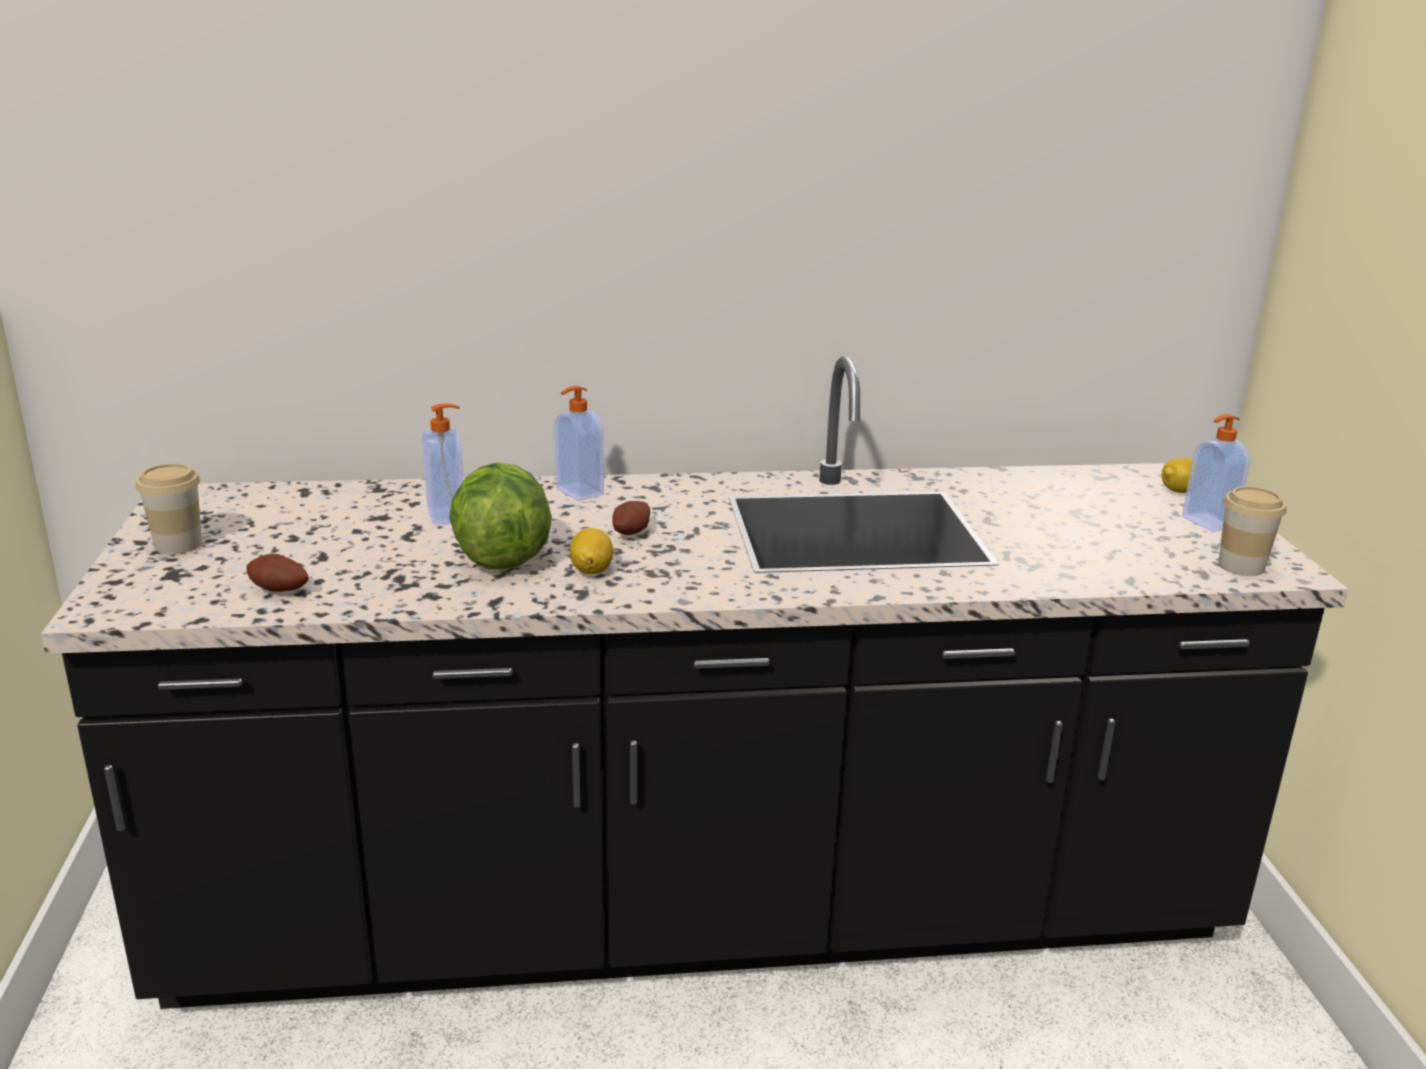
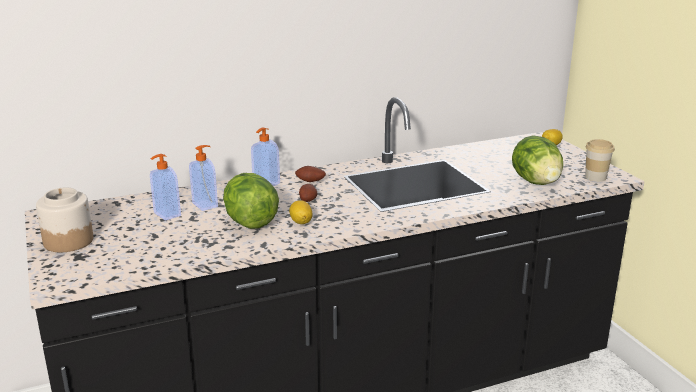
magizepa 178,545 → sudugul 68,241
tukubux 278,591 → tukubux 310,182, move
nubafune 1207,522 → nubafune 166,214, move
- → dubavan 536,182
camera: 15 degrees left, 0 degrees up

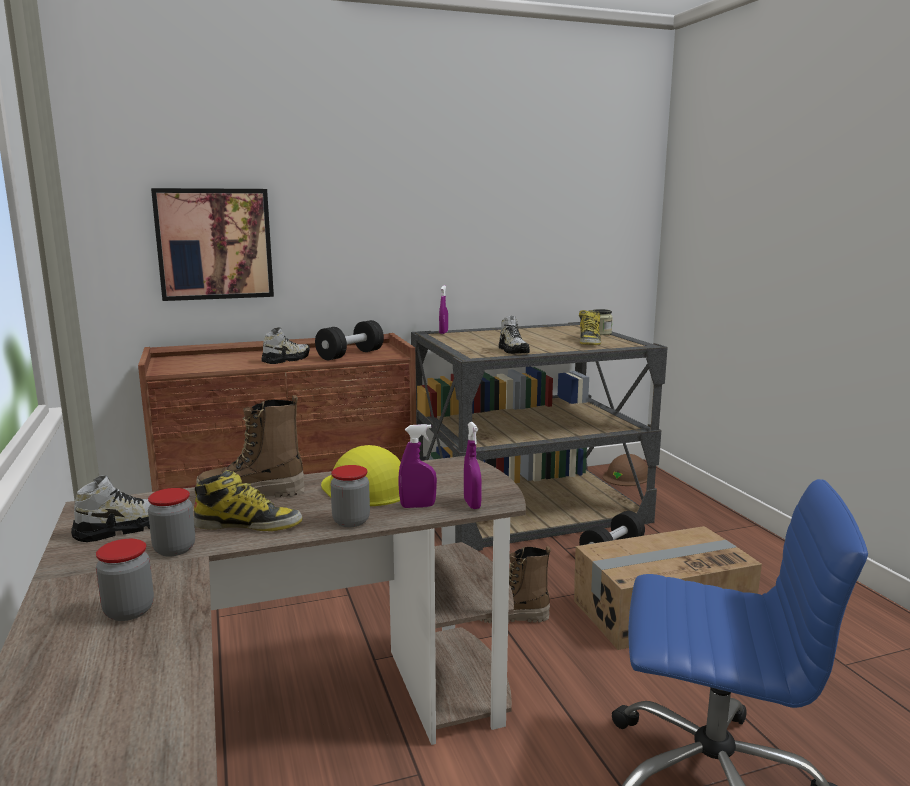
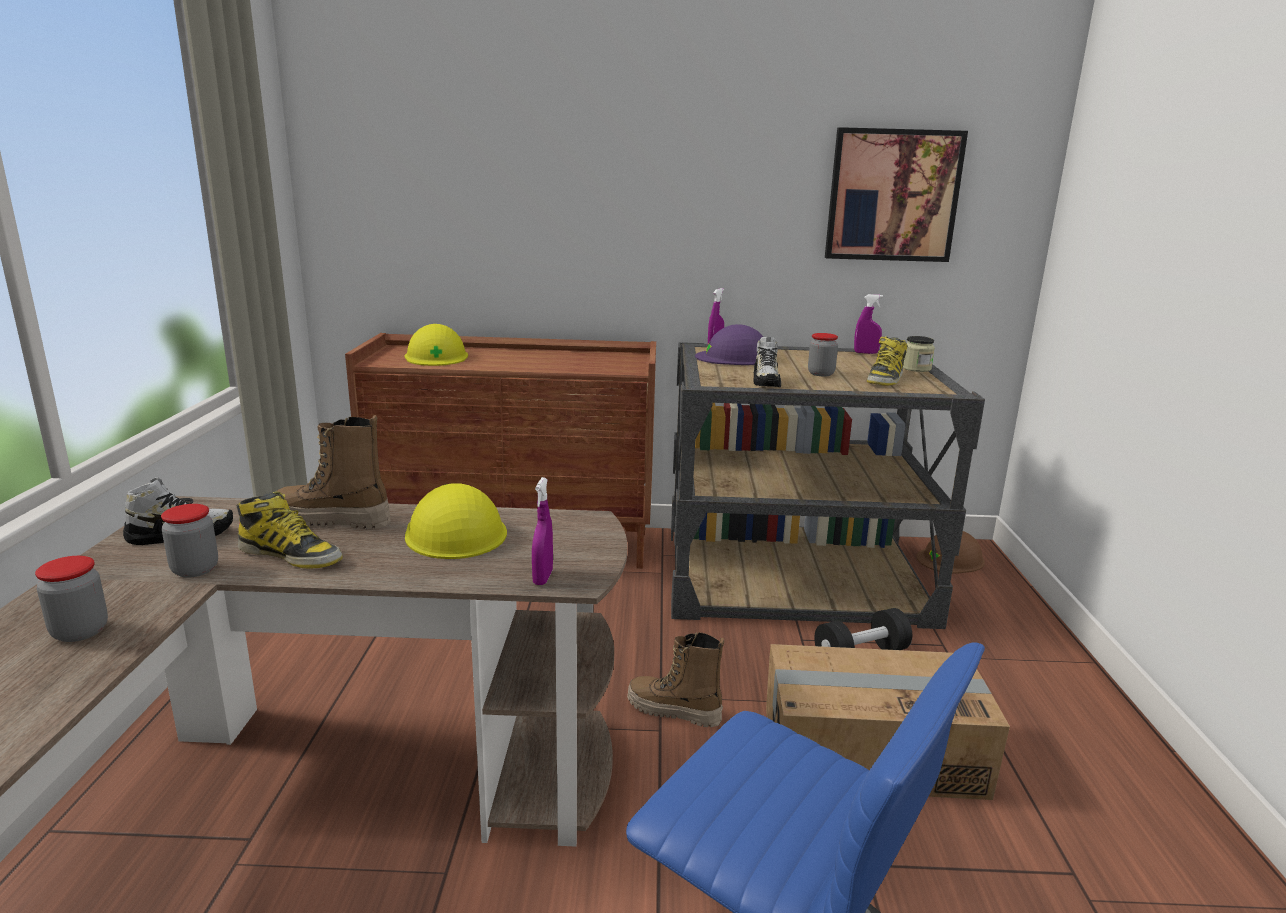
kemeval 214,244 → kemeval 892,196, move
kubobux 286,360 → -
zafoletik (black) 350,355 → -
sudugul 351,521 → sudugul 821,374, move
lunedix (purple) 418,506 → lunedix (purple) 866,353, move
- → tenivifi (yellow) 436,356
- → tenivifi (purple) 734,357
camera: 20 degrees right, 5 degrees up

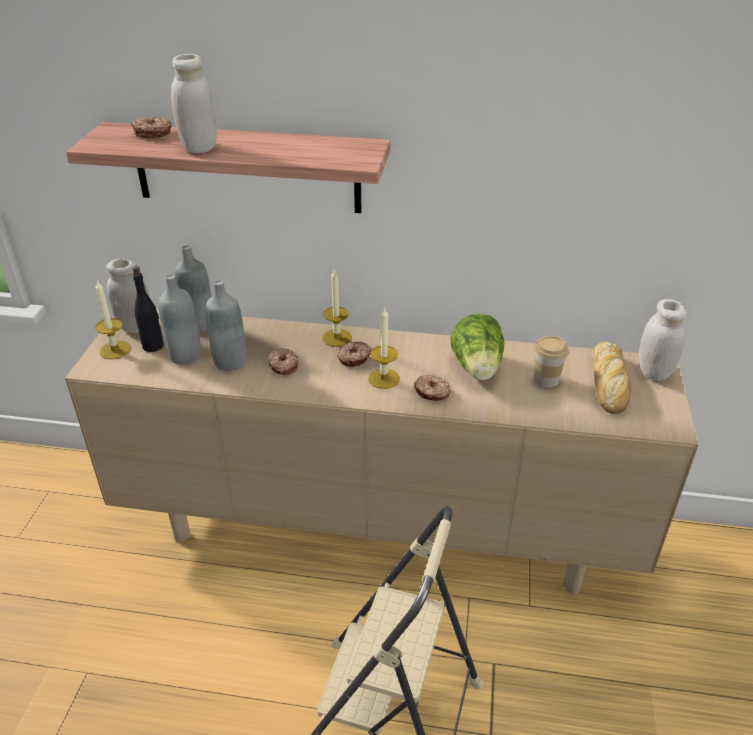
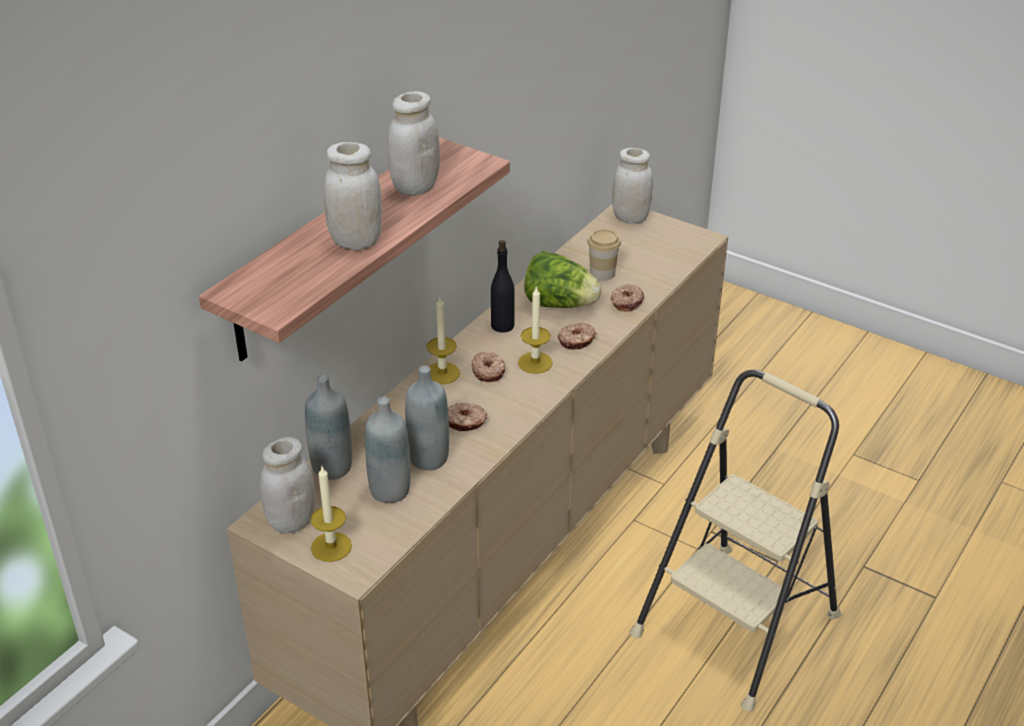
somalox 152,133 → somalox 626,302, move
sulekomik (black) 153,346 → sulekomik (black) 502,325, move
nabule 609,383 → -
- → sudugul (white) 415,187
camera: 65 degrees left, 0 degrees up

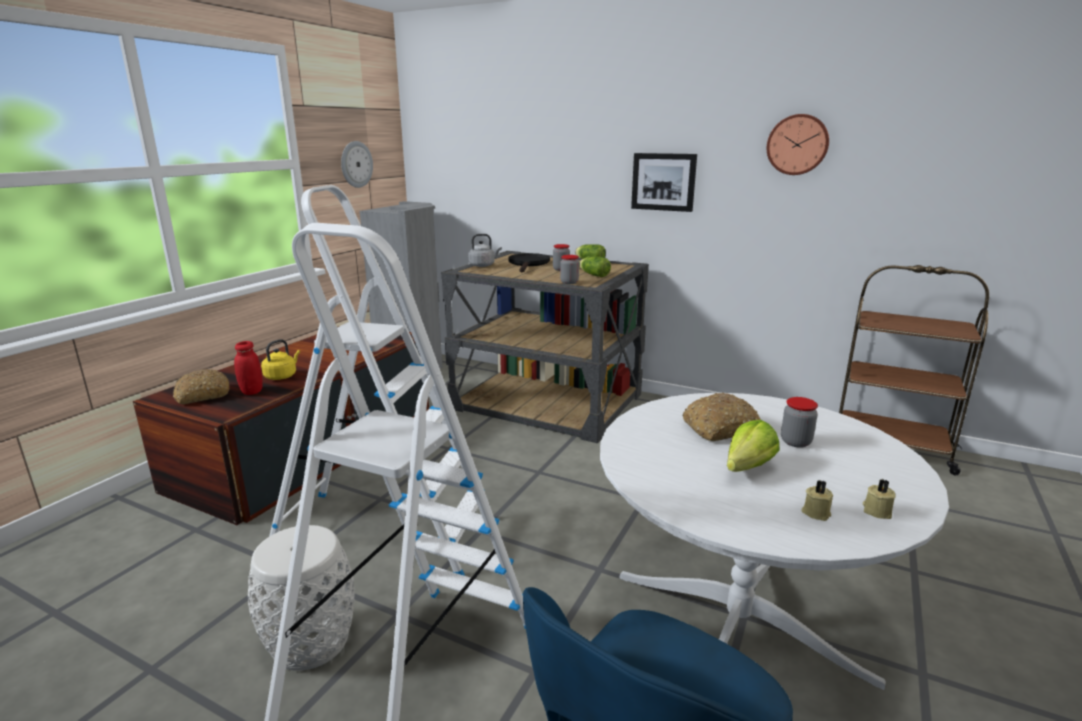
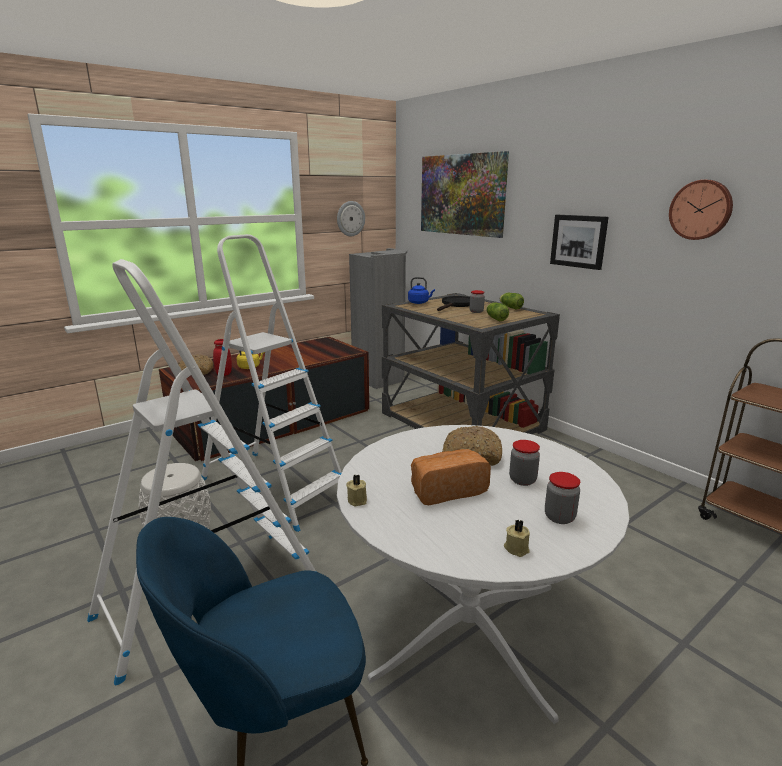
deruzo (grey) 483,265 → deruzo (blue) 419,302
sudugul 569,282 → sudugul 559,517, move
dubavan 743,470 → nabule 446,490
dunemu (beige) 815,512 → dunemu (beige) 358,500, move
- → kemeval 462,195
camera: 25 degrees right, 0 degrees up

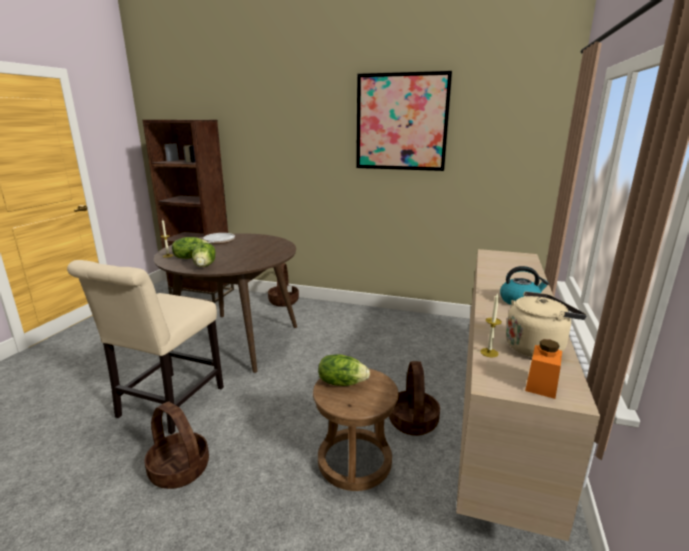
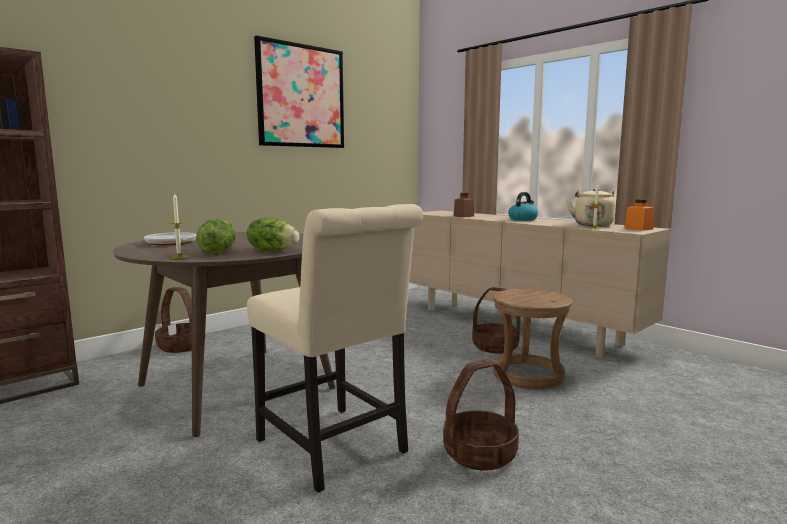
dubavan 342,382 → -
- → sudugul (brown) 463,216
camera: 60 degrees left, 10 degrees down

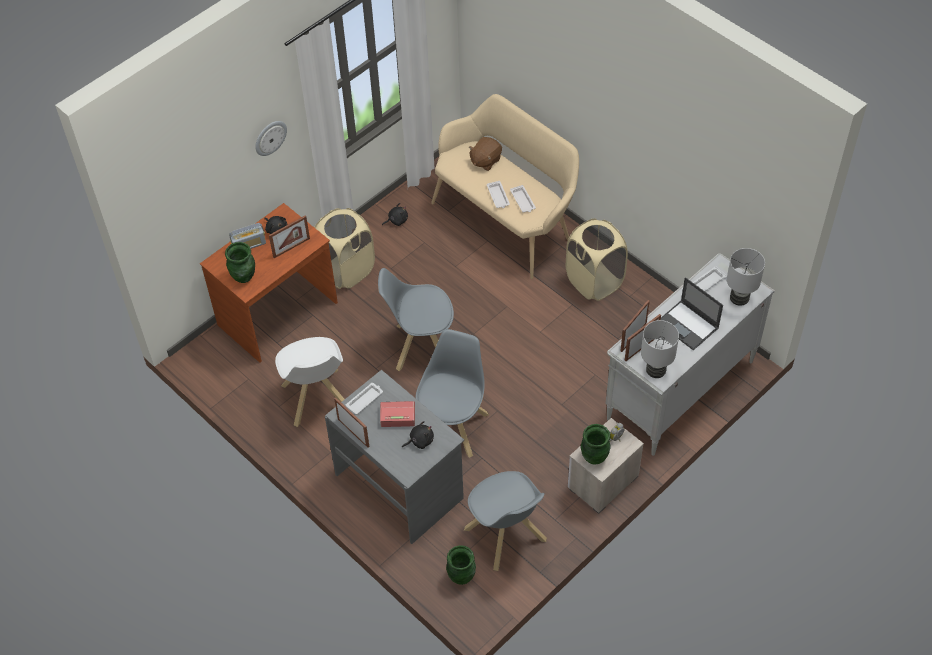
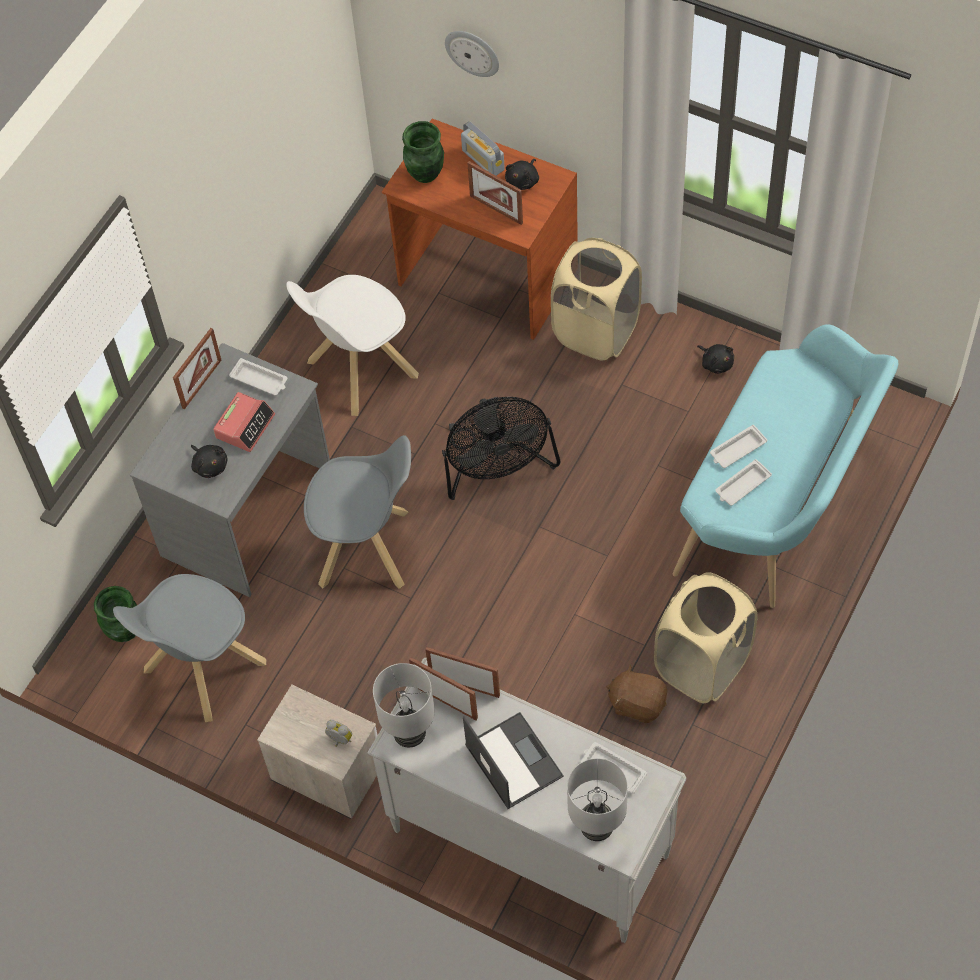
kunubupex 270,137 → kunubupex 473,52, move
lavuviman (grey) 420,346 → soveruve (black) 492,466
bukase 397,415 → bukase 245,426, 45 degrees clockwise
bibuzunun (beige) 506,220 → bibuzunun (turquoise) 779,507
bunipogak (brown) 485,160 → bunipogak (brown) 637,703, move
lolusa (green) 594,456 → -
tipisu 688,325 → tipisu 513,760, 120 degrees clockwise
camera: 75 degrees right, 5 degrees up

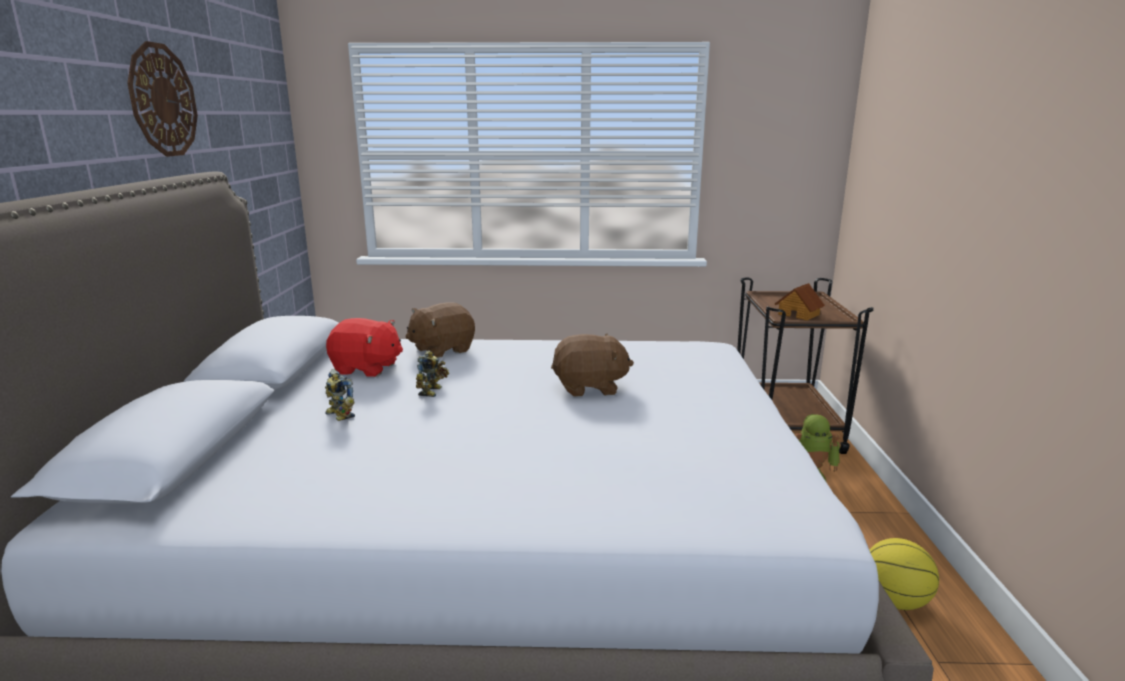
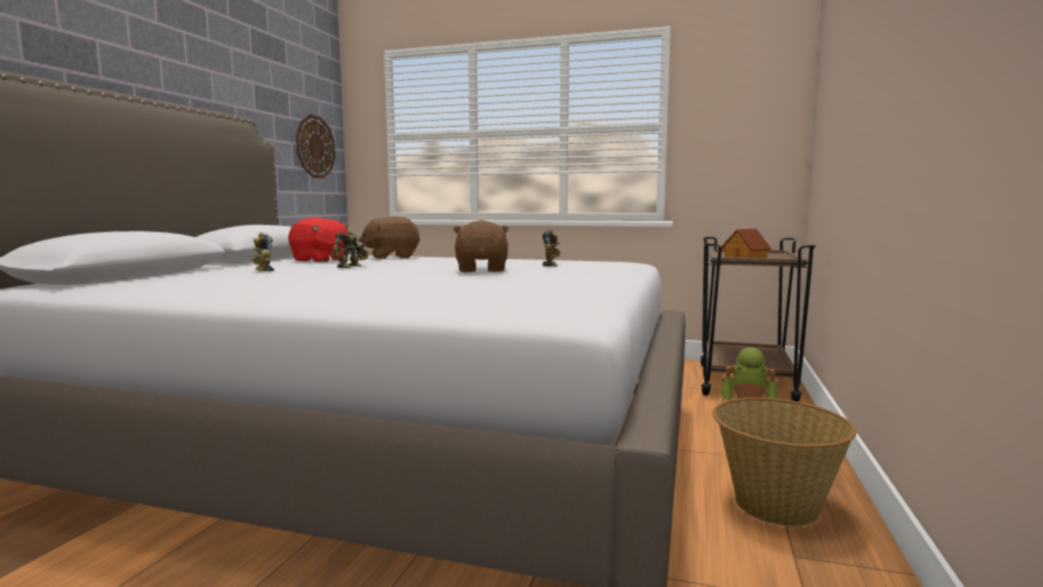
kunubupex 162,100 → kunubupex 315,147, move
bunipogak (brown) 590,387 → bunipogak (brown) 482,270, 105 degrees counterclockwise
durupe 894,601 → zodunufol 775,505
- → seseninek 551,265
camera: 15 degrees right, 10 degrees down

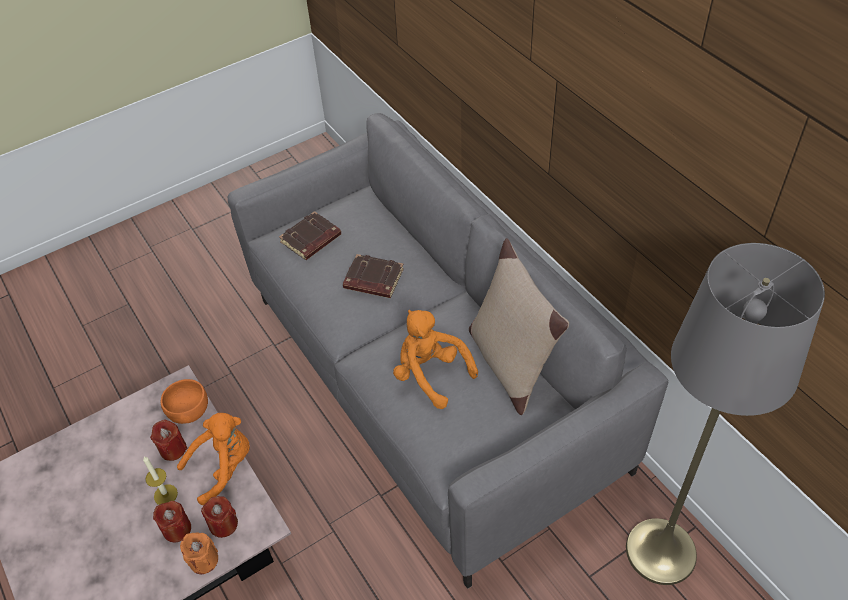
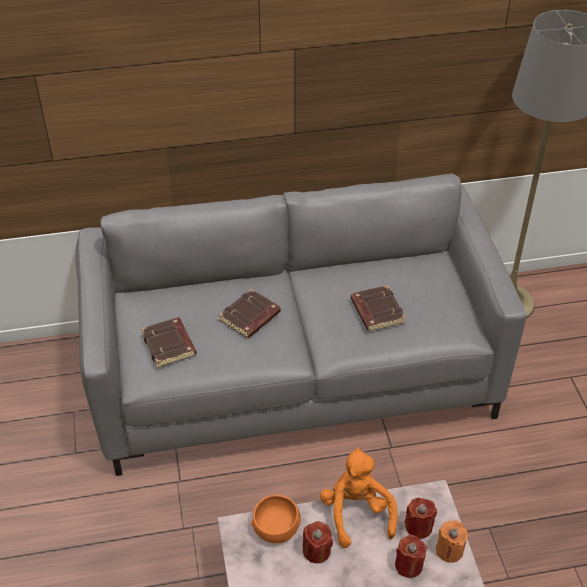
dunemu 165,495 → -
bunipogak (orange) 430,374 → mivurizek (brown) 376,311
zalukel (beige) 510,363 → -
camera: 70 degrees left, 5 degrees down

